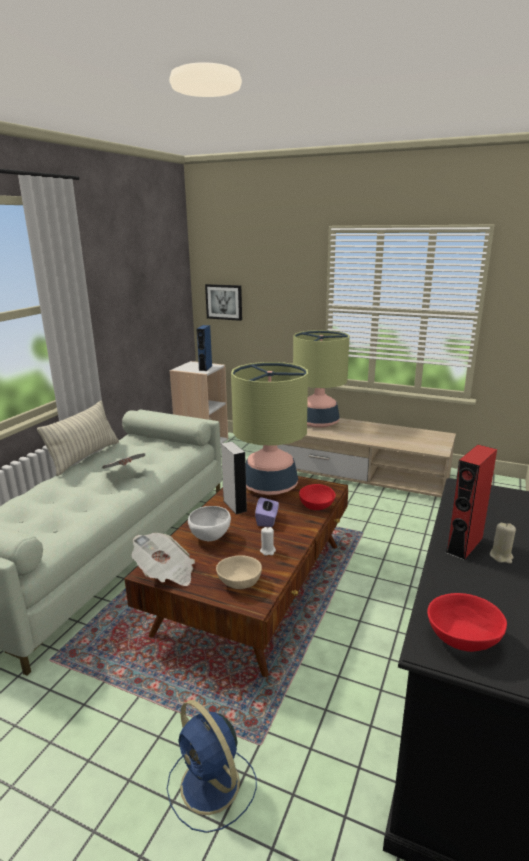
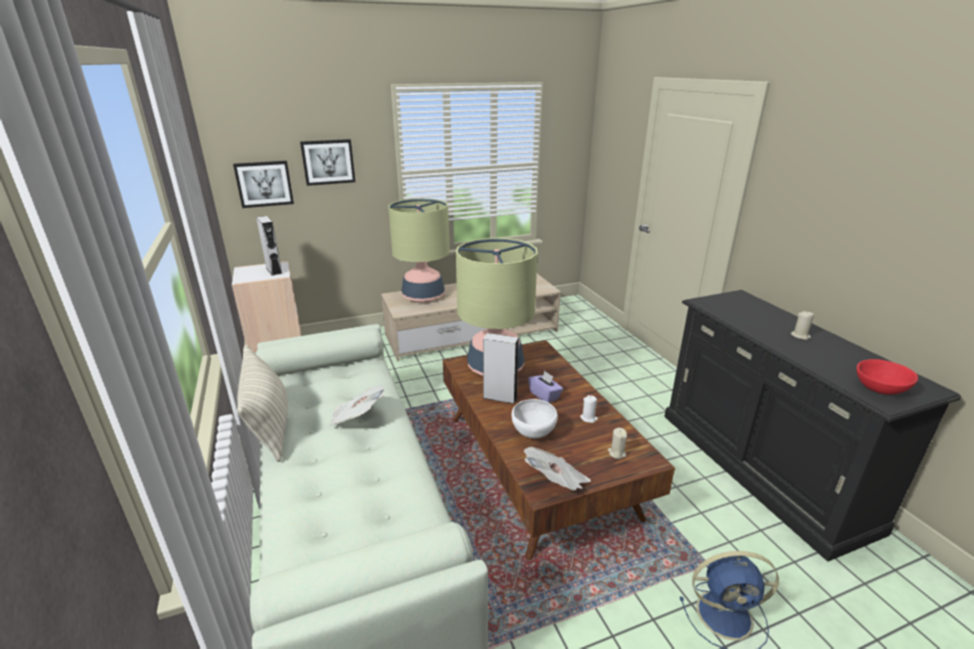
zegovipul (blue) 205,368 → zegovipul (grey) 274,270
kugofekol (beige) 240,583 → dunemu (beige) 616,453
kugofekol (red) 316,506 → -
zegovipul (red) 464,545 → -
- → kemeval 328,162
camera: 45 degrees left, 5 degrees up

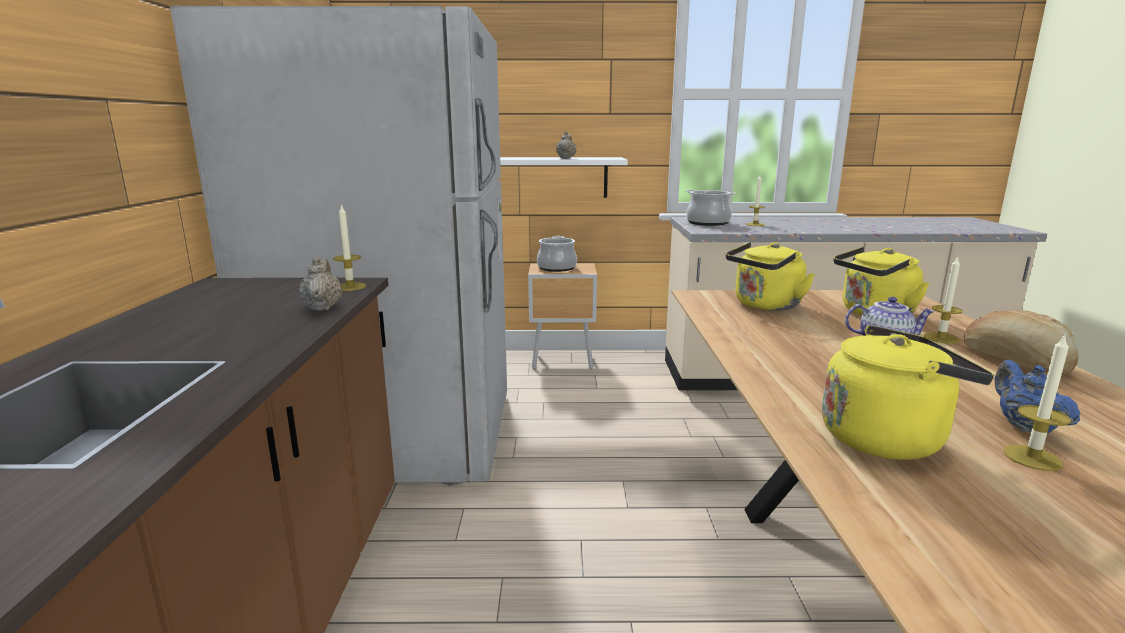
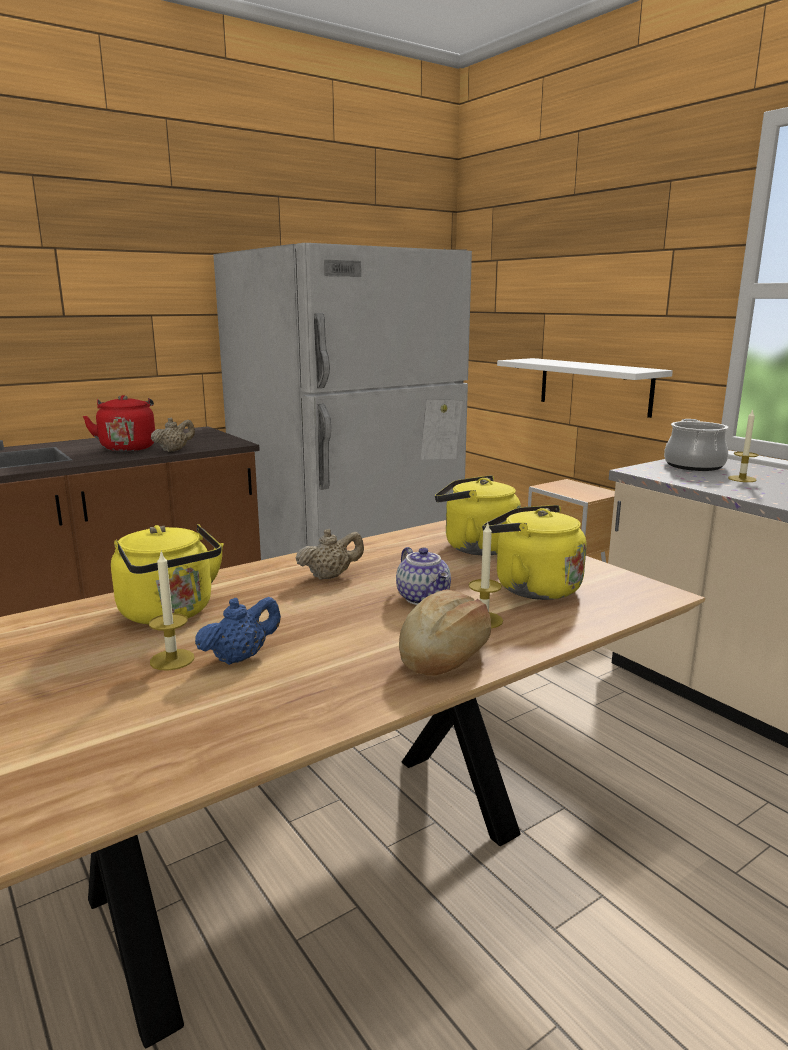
dunemu 350,287 → -
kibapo 557,268 → -
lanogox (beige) 566,158 → lanogox (beige) 330,576, move
- → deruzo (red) 128,447
camera: 55 degrees right, 0 degrees up

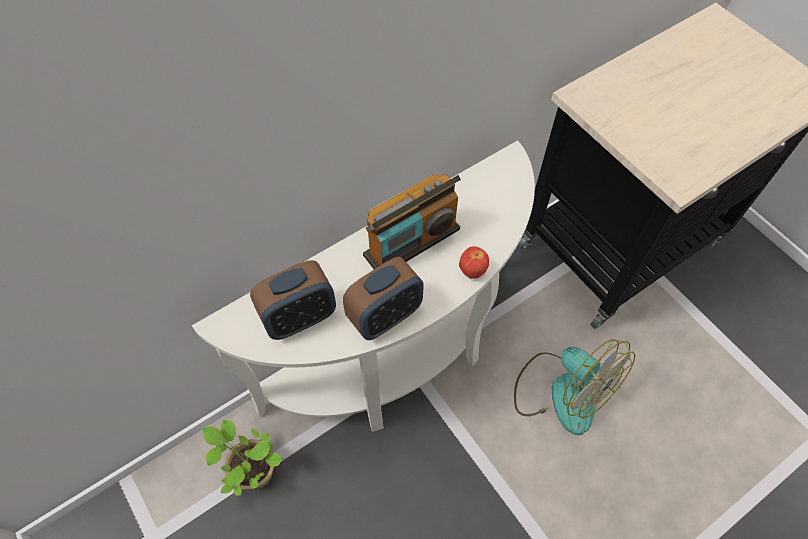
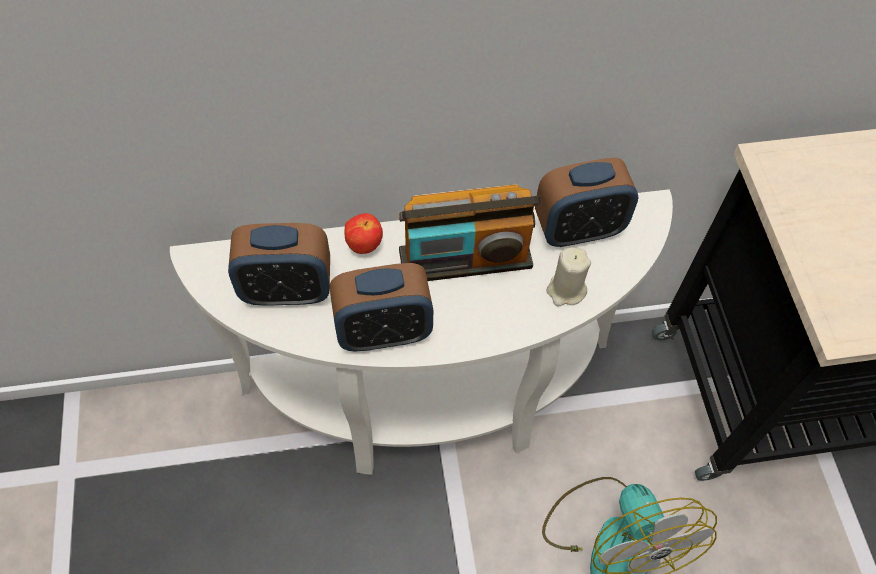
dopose 253,471 → -
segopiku 472,271 → segopiku 364,245, move
- → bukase 578,229
- → dunemu (beige) 565,290
camera: 25 degrees right, 0 degrees up

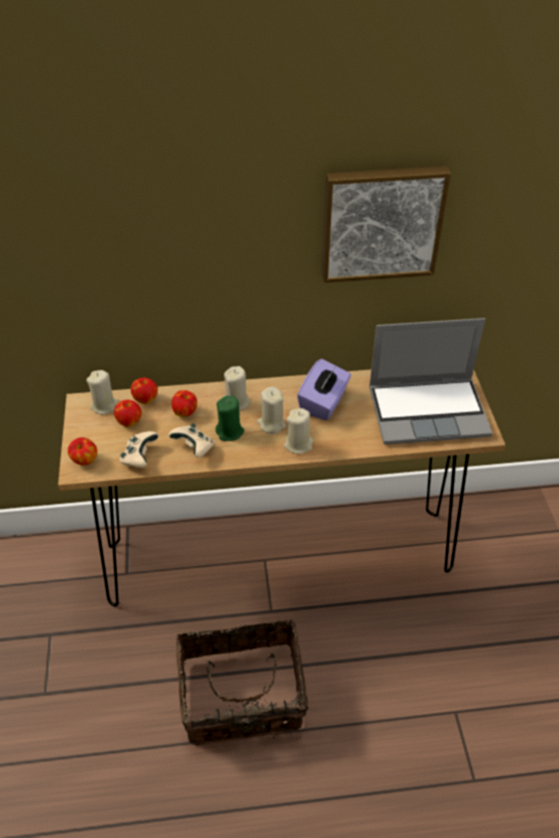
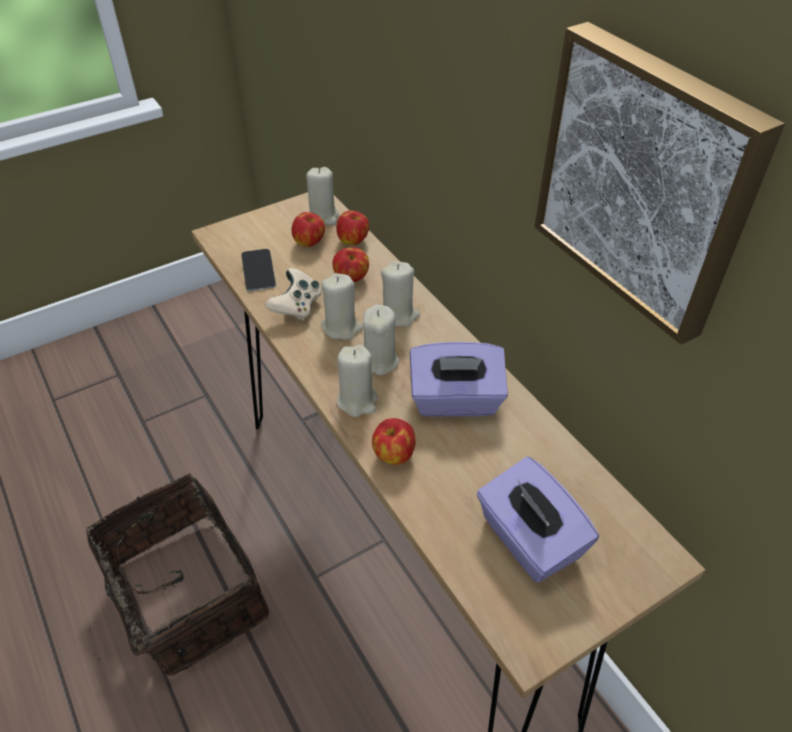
segopiku 85,460 → segopiku 393,455, move
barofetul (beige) 139,457 → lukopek 258,270
dunemu (green) 230,432 → dunemu (beige) 341,327
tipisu 429,411 → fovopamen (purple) 528,540
camera: 65 degrees right, 0 degrees up

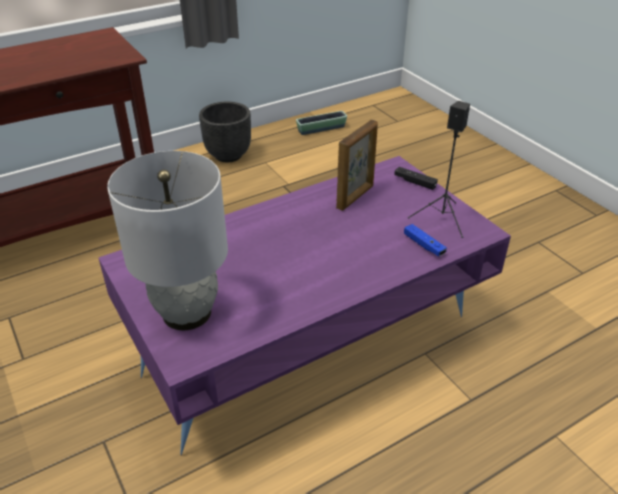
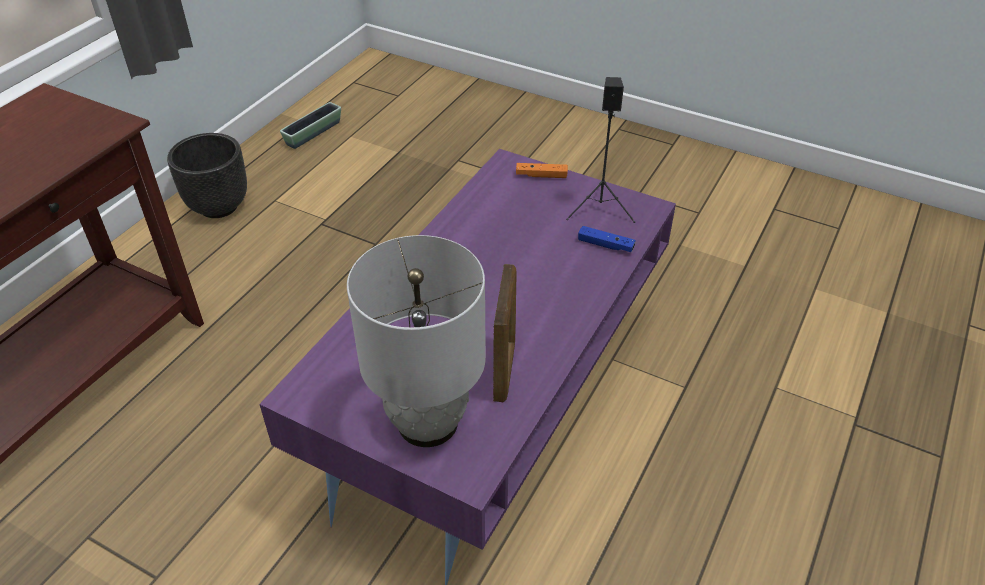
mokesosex 355,197 → mokesosex 504,370, move
barofetul (black) 415,182 → barofetul (orange) 541,175
camera: 30 degrees left, 5 degrees up

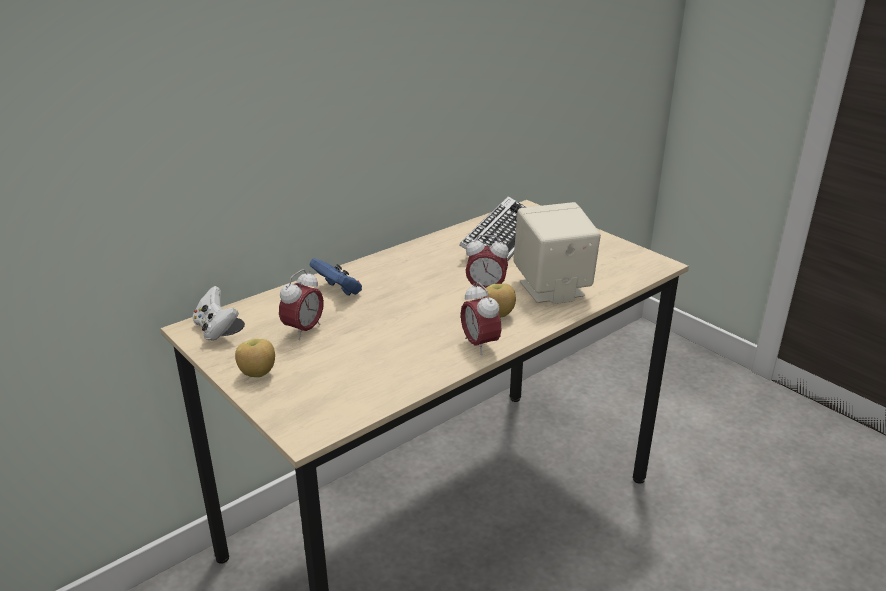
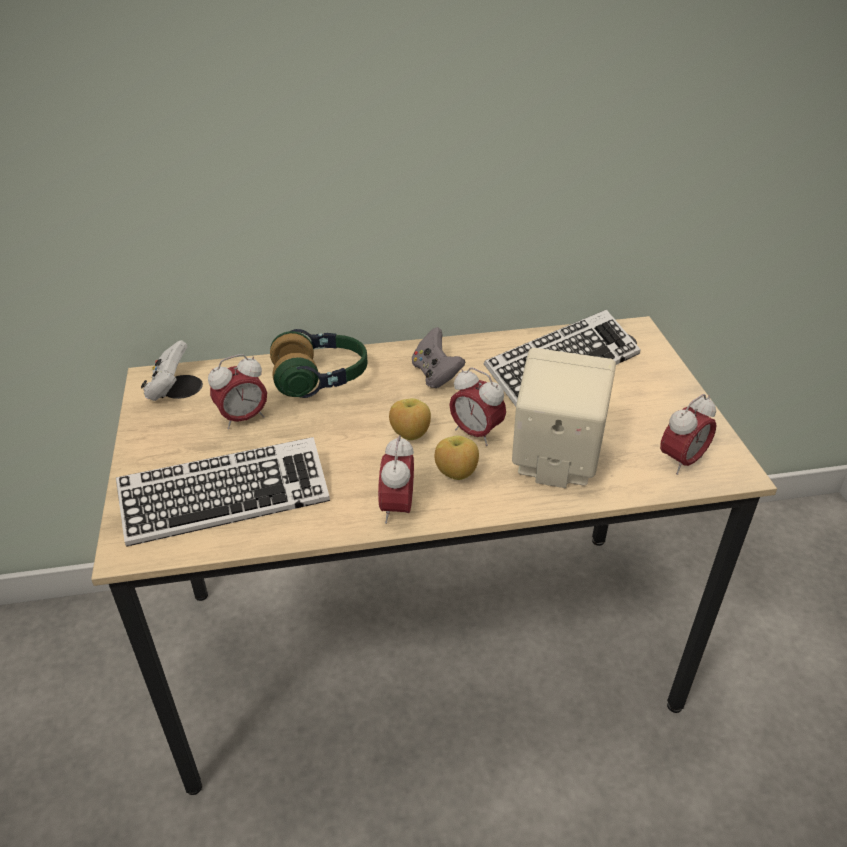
segopiku 257,374 → segopiku 410,435, move
barofetul (blue) 338,291 → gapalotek 321,379
- → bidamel 226,499
- → barofetul (grey) 435,374
- → bukase 681,461
camera: 30 degrees right, 10 degrees up

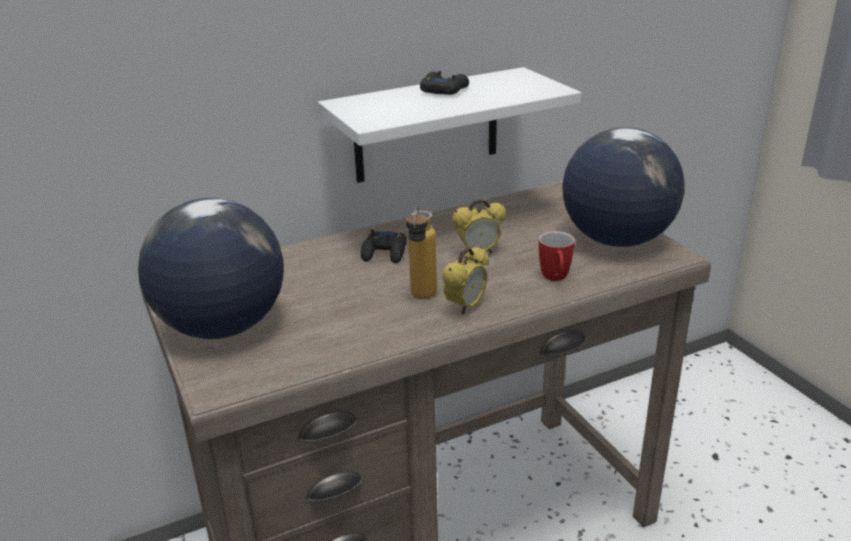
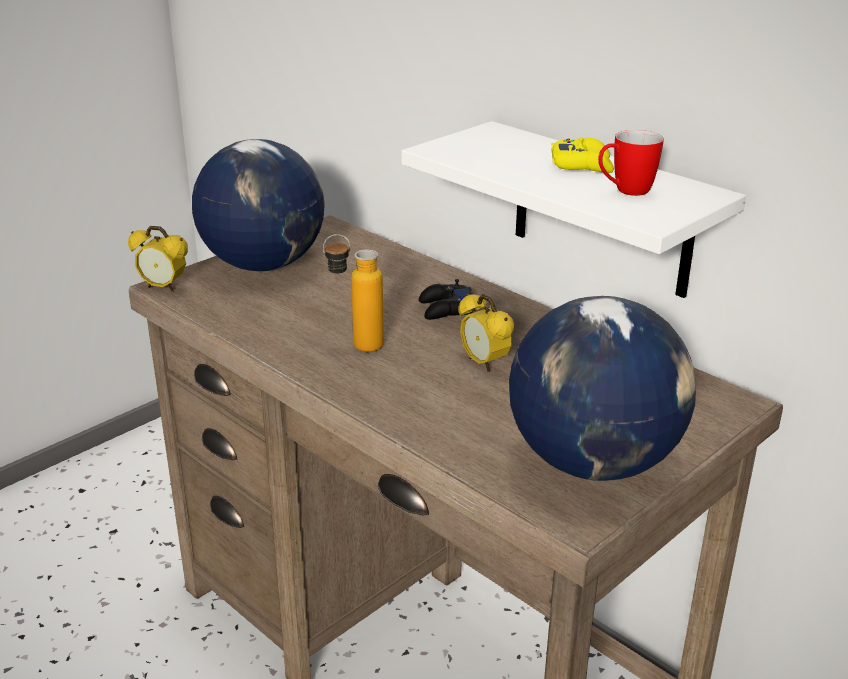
barofetul (black) 444,90 → barofetul (yellow) 582,165
bukase 466,307 → bukase 163,287, move
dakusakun 555,279 → dakusakun 624,191, move
camera: 70 degrees right, 0 degrees up

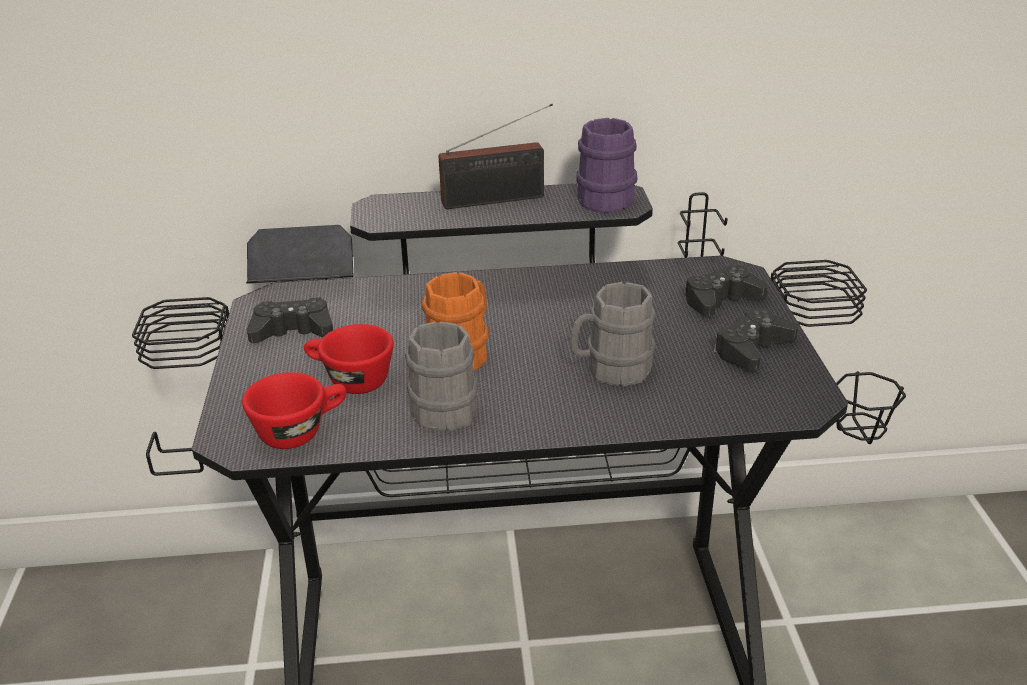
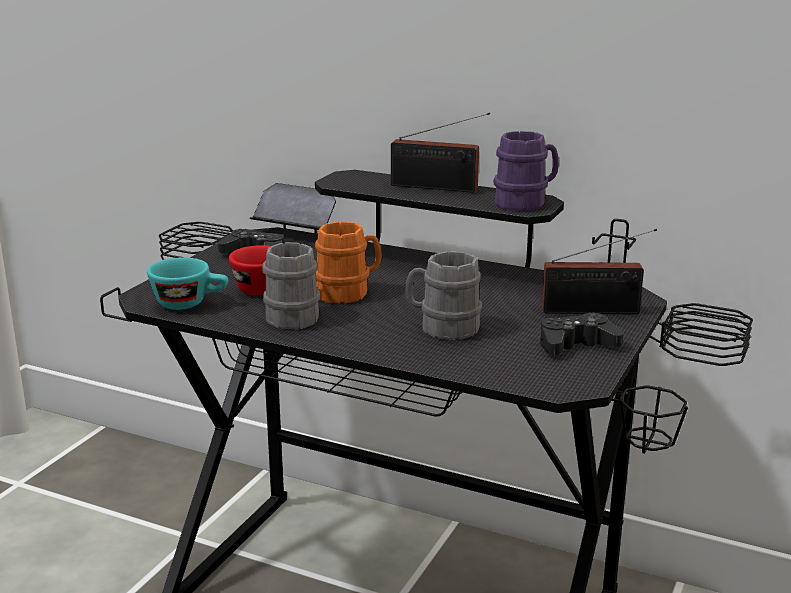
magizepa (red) 300,431 → magizepa (turquoise) 190,303
barofetul (black) 721,300 → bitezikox 596,311
camera: 30 degrees right, 10 degrees down

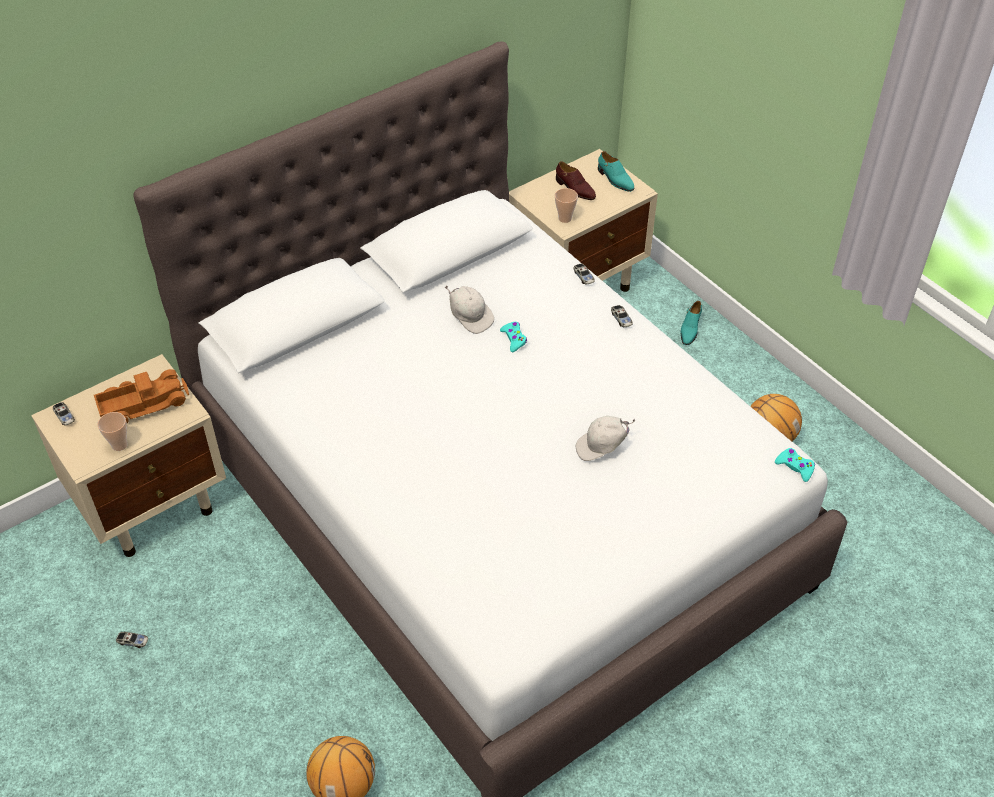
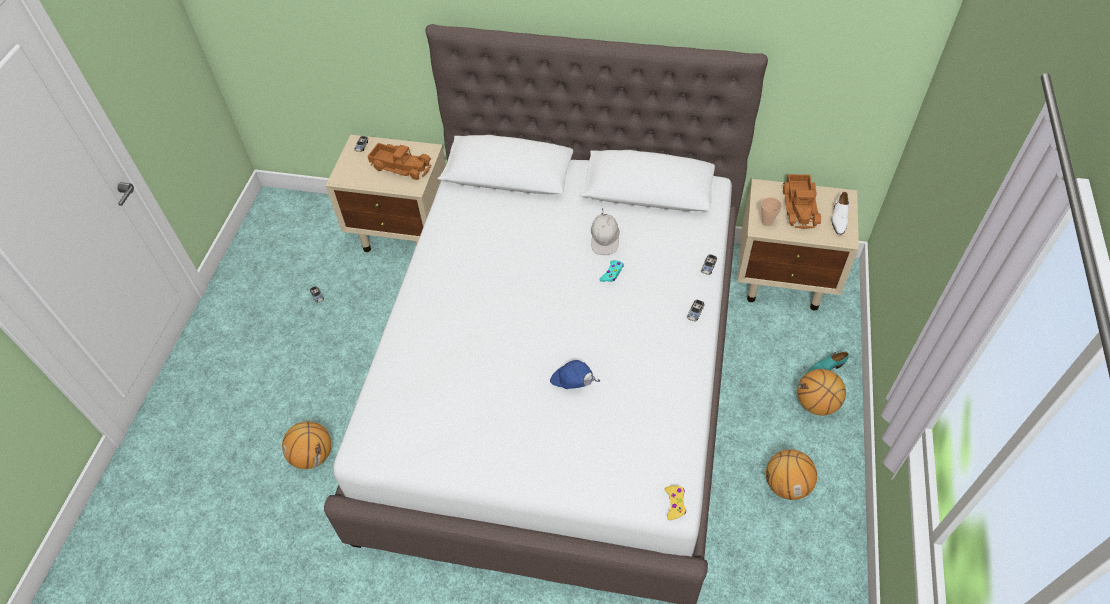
magizepa 119,445 → -
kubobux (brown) 575,189 → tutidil 800,206
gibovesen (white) 602,448 → gibovesen (blue) 572,383
kubobux (turquoise) 615,180 → kubobux (white) 838,219
barofetul (turquoise) 795,467 → barofetul (yellow) 675,504
- → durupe 816,404
camera: 50 degrees right, 5 degrees up

